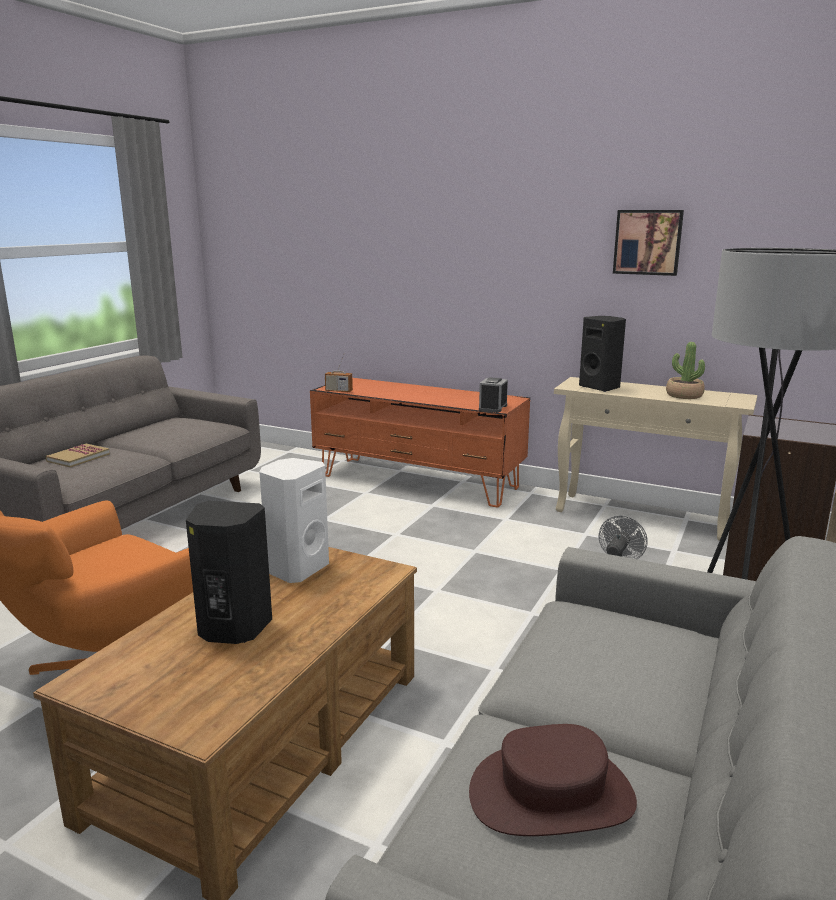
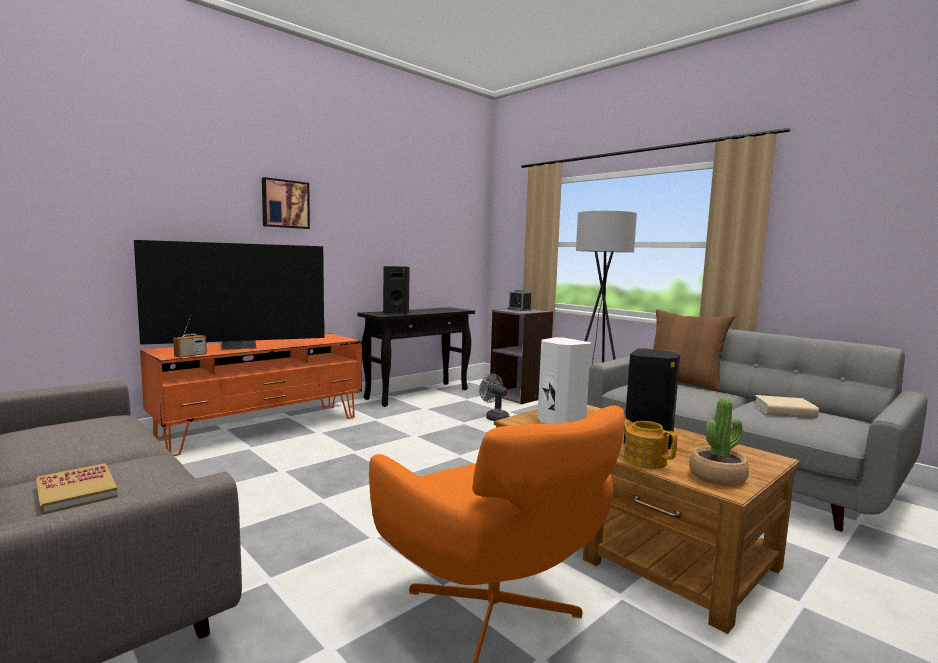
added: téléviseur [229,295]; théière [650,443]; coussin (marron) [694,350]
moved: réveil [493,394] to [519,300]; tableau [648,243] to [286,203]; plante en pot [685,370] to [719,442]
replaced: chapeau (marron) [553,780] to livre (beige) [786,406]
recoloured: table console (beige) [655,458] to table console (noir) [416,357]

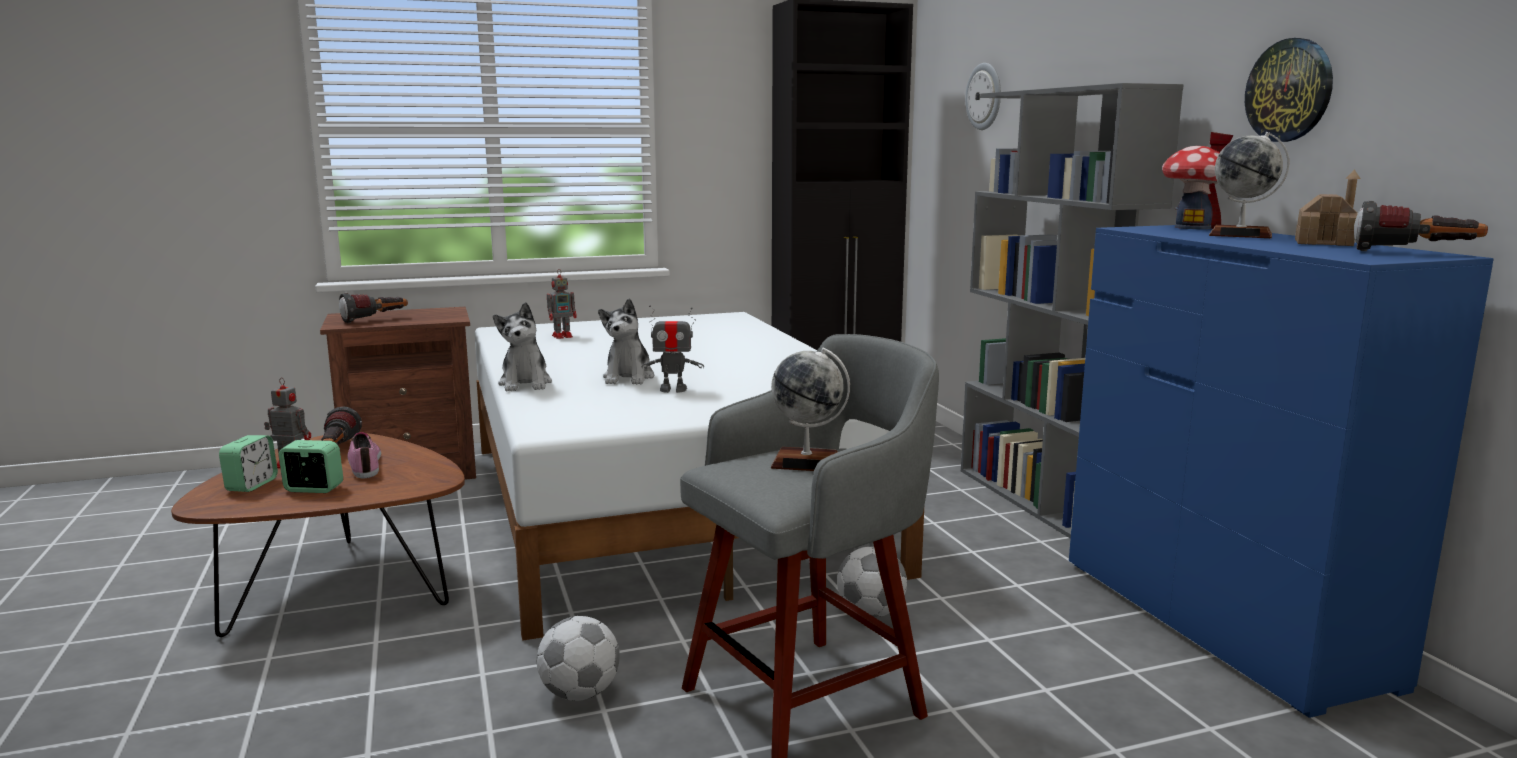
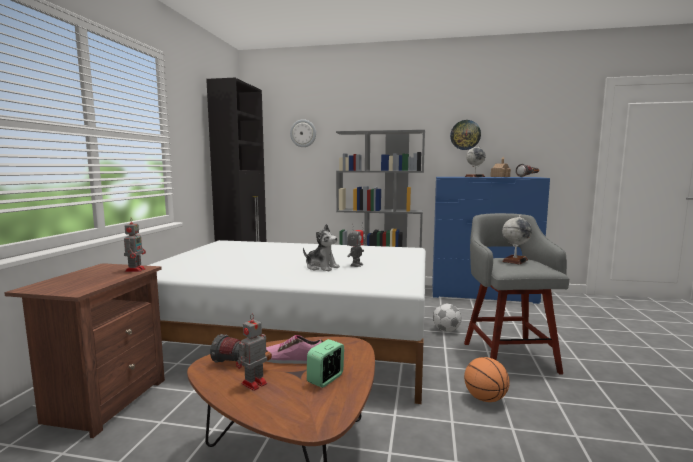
removed: réveil [248,463]; lampe de poche [373,308]; peluche [522,346]; maison miniature [1198,180]
moved: robot jouet [562,304] to [135,245]
replaced: ballon de foot [578,658] to ballon de basket [487,379]

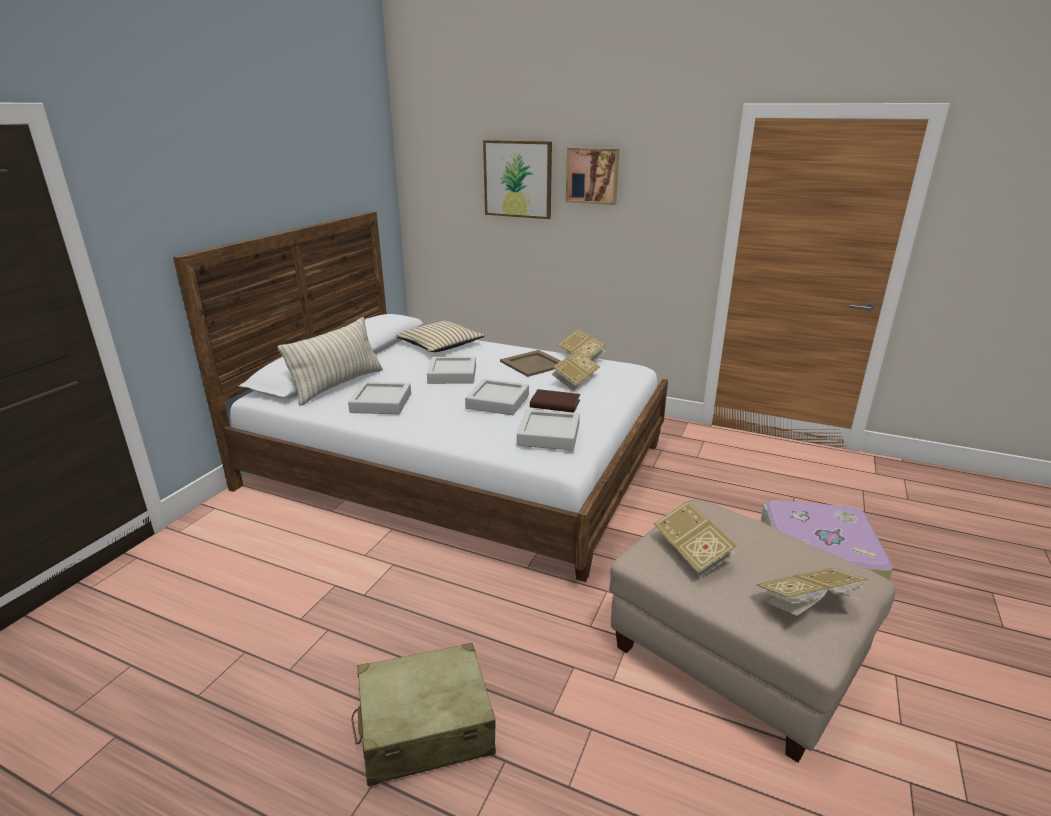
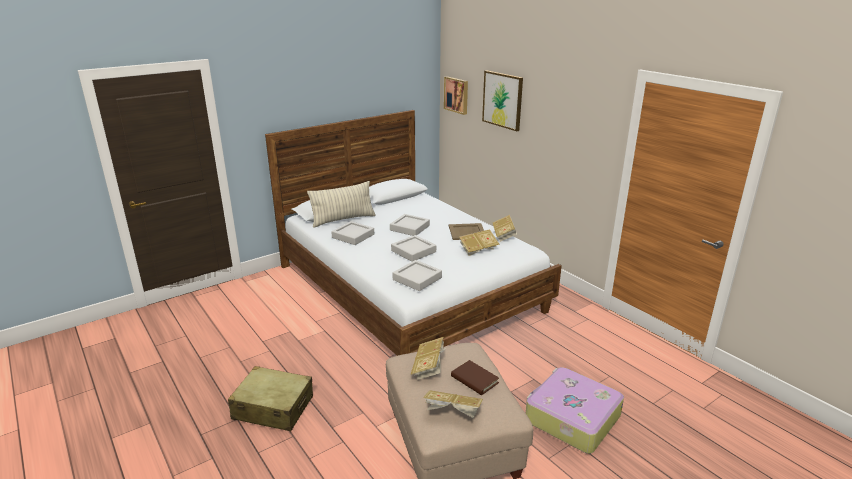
removed: coussin (beige) [441,336]
moved: livre (marron) [555,401] to [475,377]; tableau [592,176] to [456,95]

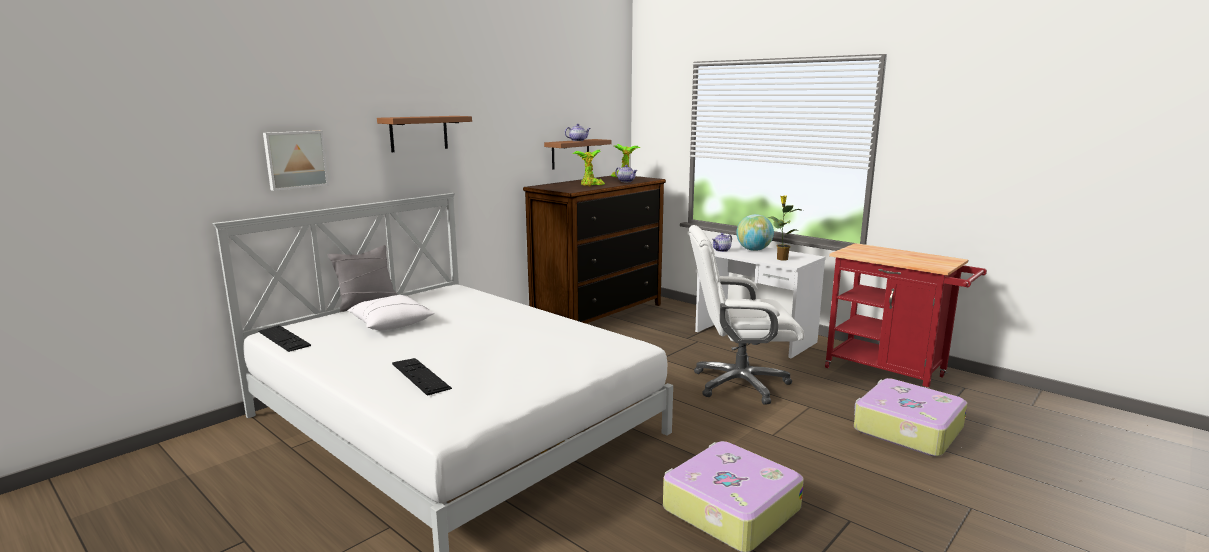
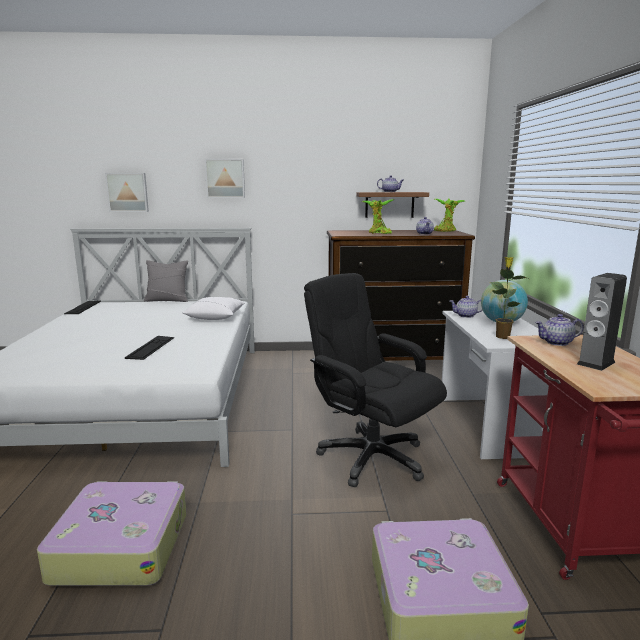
added: théière [559,330]; enceinte [602,322]
moved: coussin (blanc) [391,312] to [213,308]; clavier [422,377] to [149,348]
replaced: étagère (marron) [424,134] to tableau [225,178]
recoloured: chaise de bureau (blanc) [746,315] to chaise de bureau (noir) [375,380]

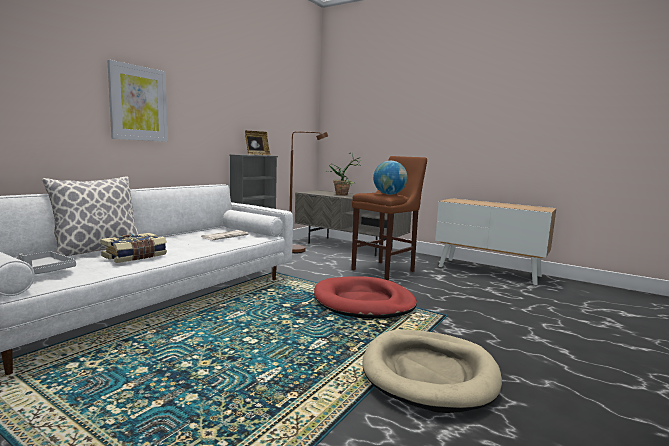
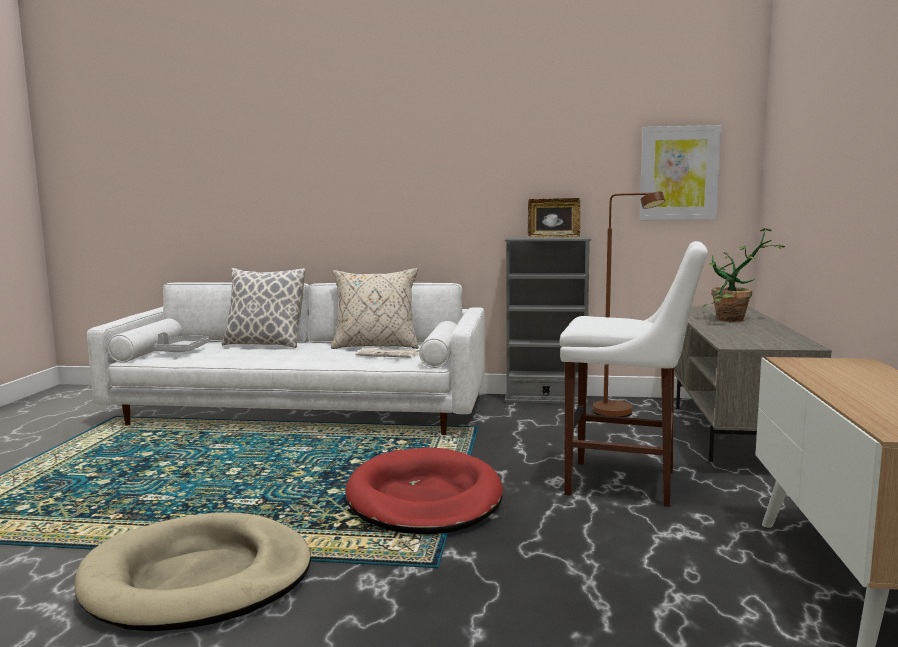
removed: livre [133,248]; globe [390,178]
added: coussin (beige) [375,308]
moved: tableau [137,101] to [680,172]
recoloured: tabouret (marron) [389,218] to tabouret (blanc) [634,374]

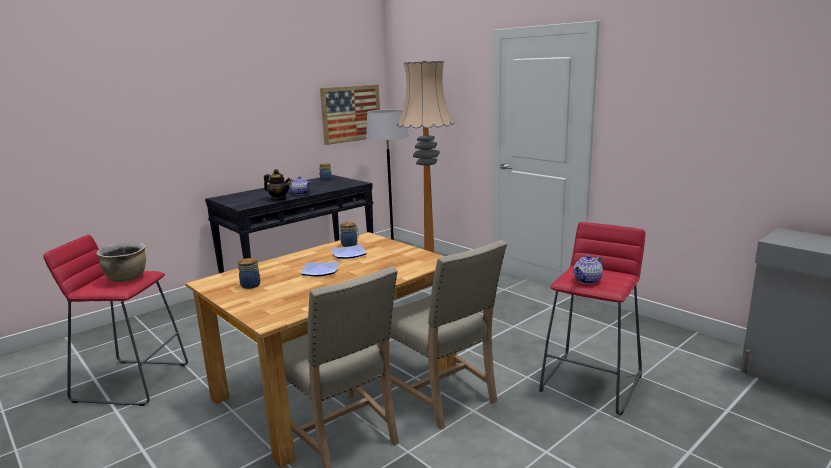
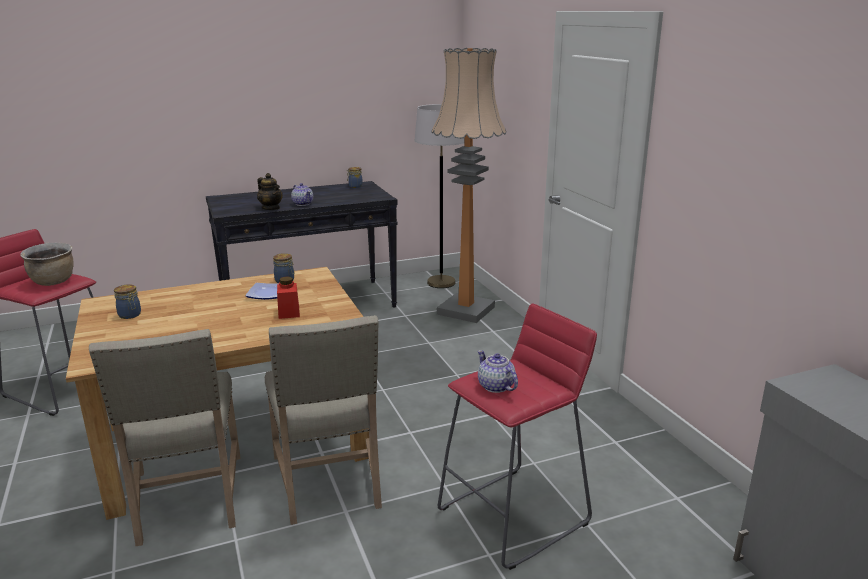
removed: assiette [319,268]; tableau [350,114]
added: bocal (rouge) [288,298]
turned: théière [588,269] = [498,371] 75 degrees clockwise

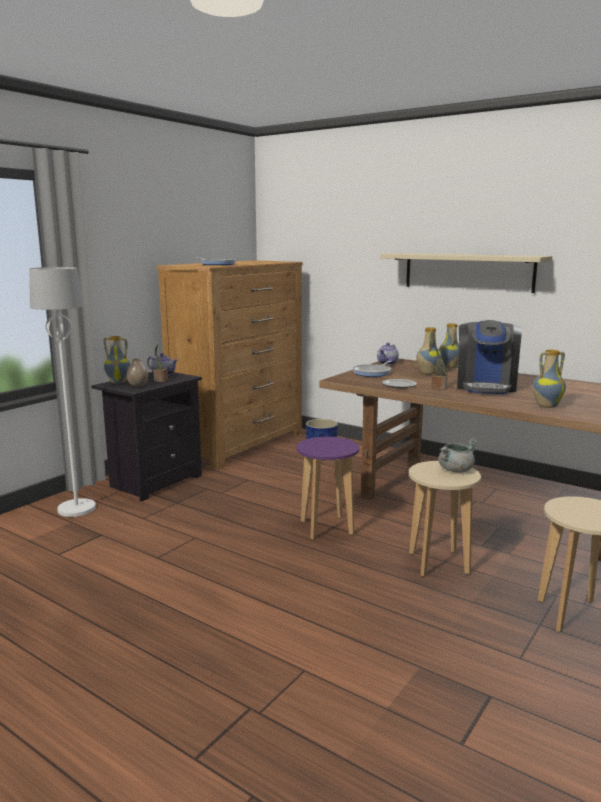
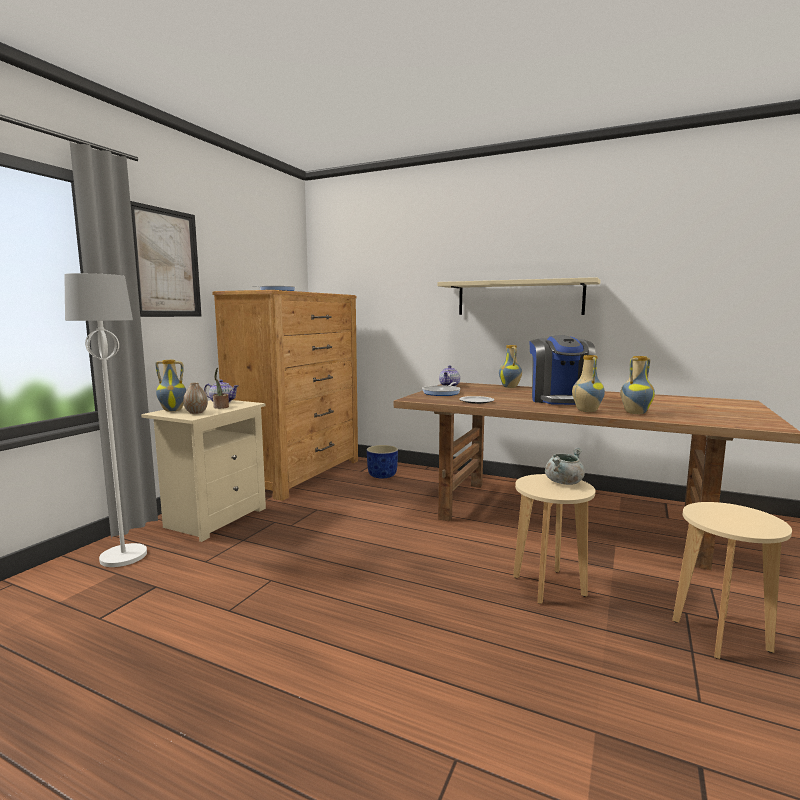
removed: tabouret (violet) [328,488]; plante en pot [440,367]
added: tableau [165,259]
moved: vase [429,351] to [588,383]
recoloured: table de chevet (noir) [146,437] to table de chevet (beige) [203,471]

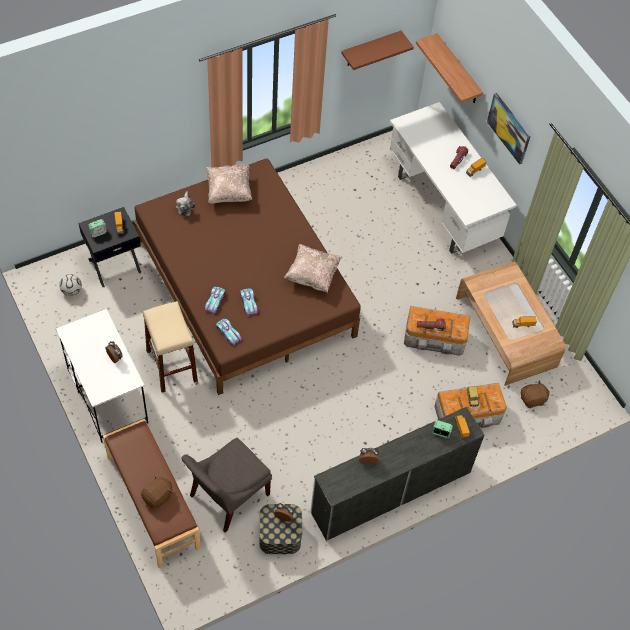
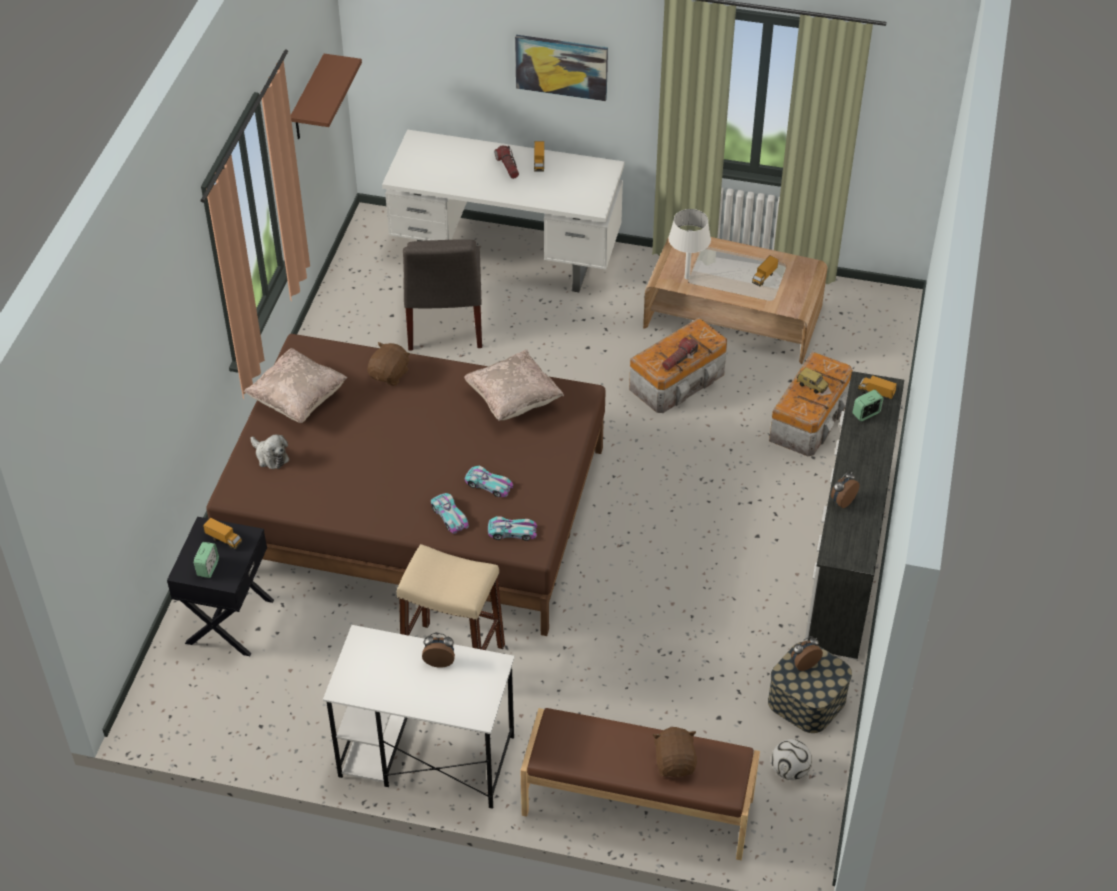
removed: étagère [449,68]
added: lampe de table (blanc) [690,244]
moved: ballon de foot [70,285] to [791,759]; chaise (gris) [226,485] to [442,295]; peluche (marron) [535,394] to [389,364]

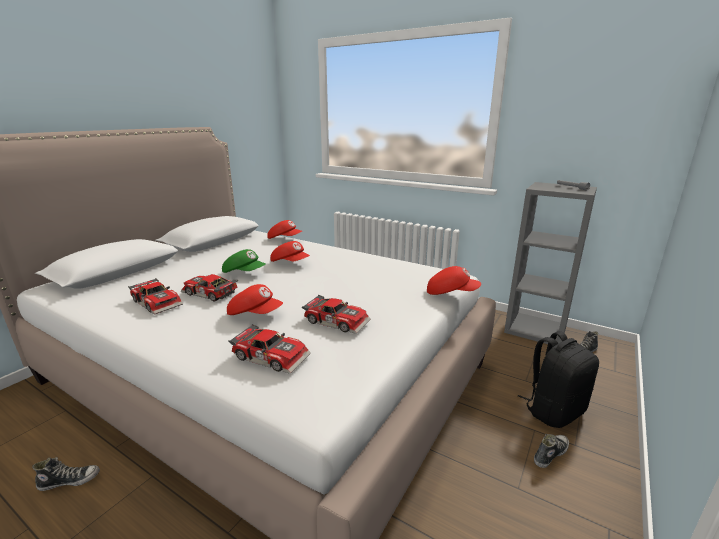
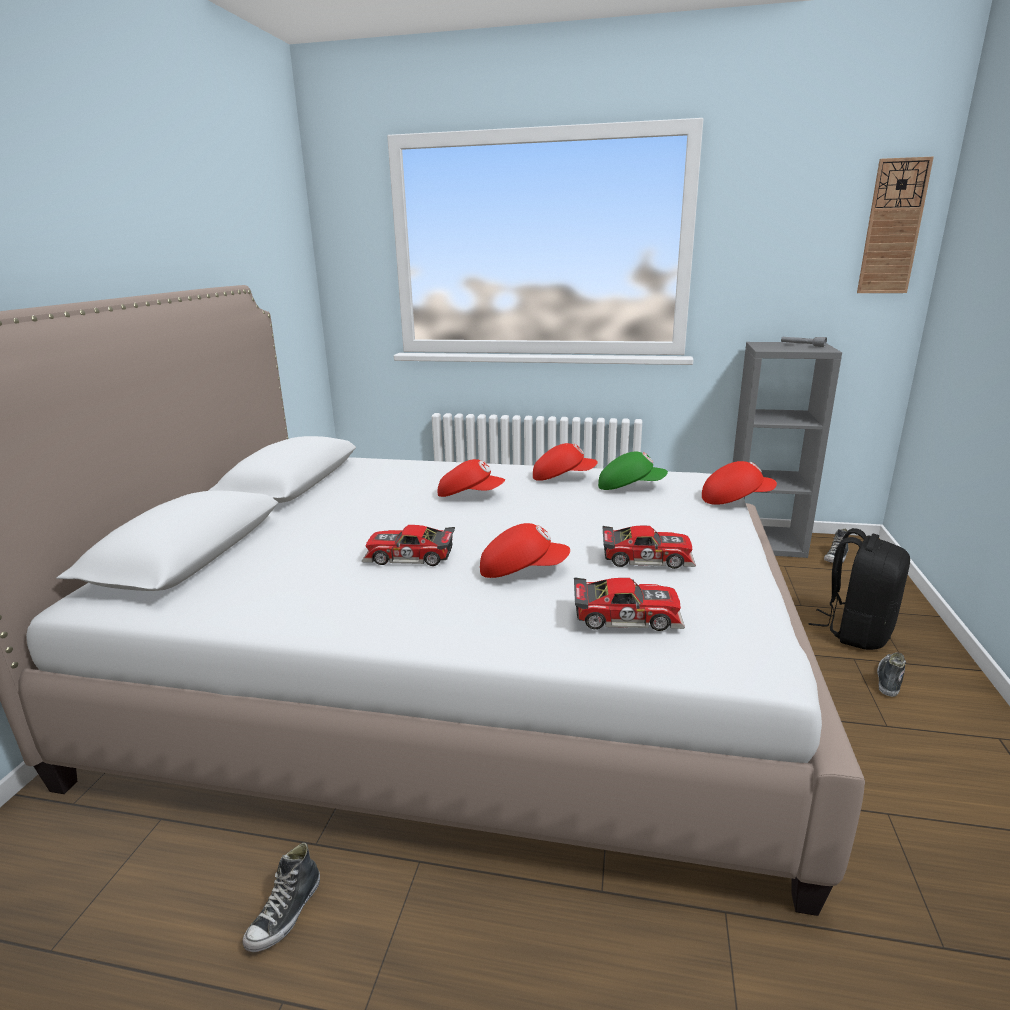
removed: petite voiture [155,296]
added: horloge murale [895,224]
moved: casquette (vert) [243,261] to [633,471]; casquette (rouge) [284,229] to [565,462]
turned: chaussure [66,474] = [281,897] 150 degrees clockwise

